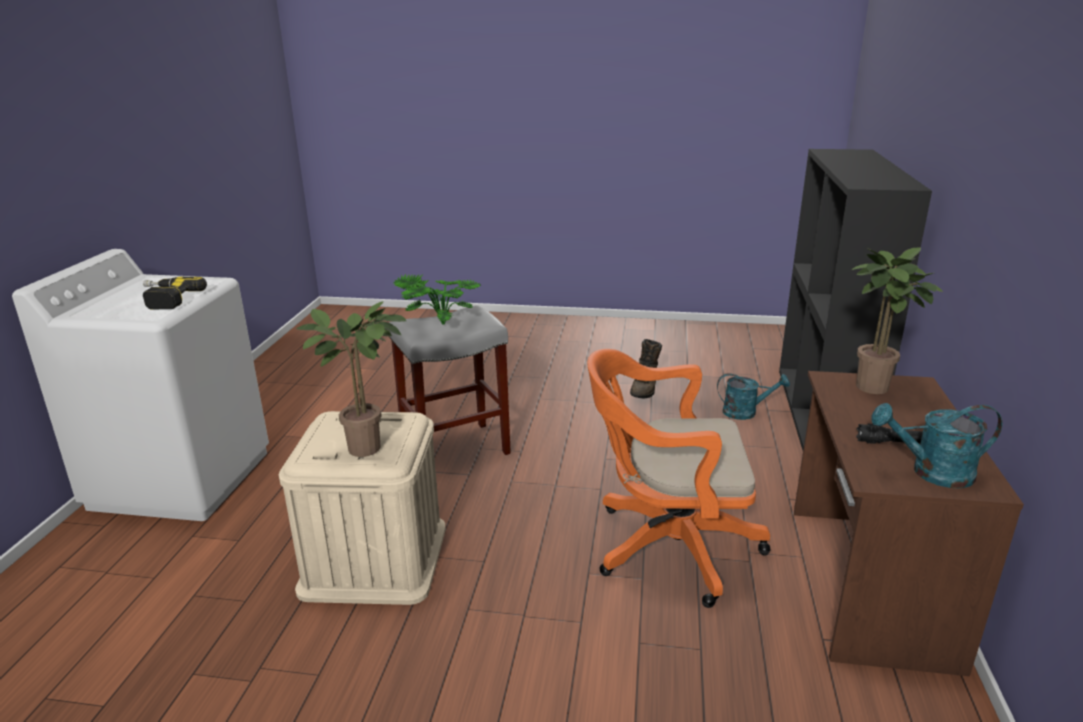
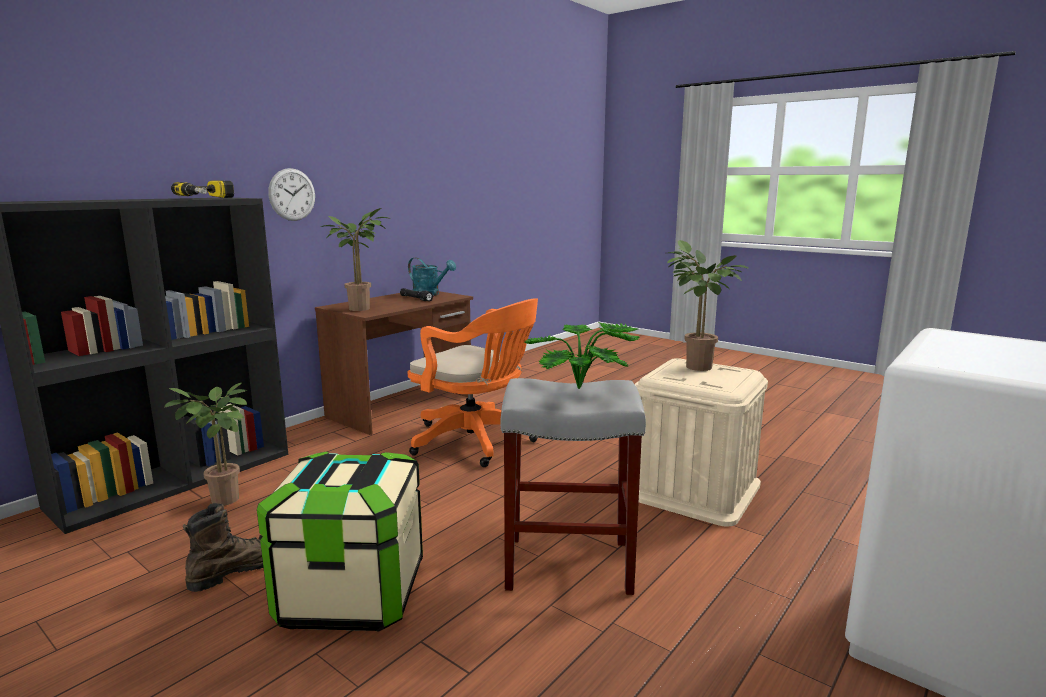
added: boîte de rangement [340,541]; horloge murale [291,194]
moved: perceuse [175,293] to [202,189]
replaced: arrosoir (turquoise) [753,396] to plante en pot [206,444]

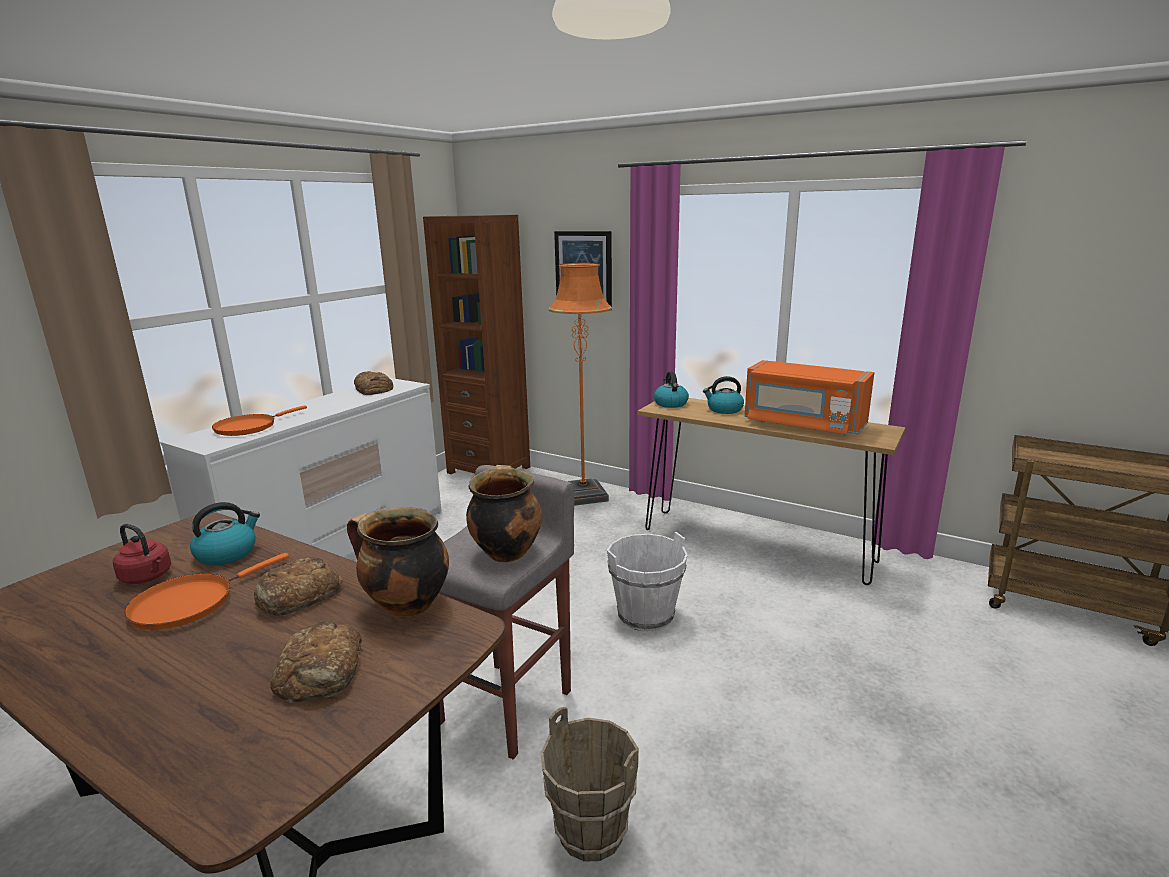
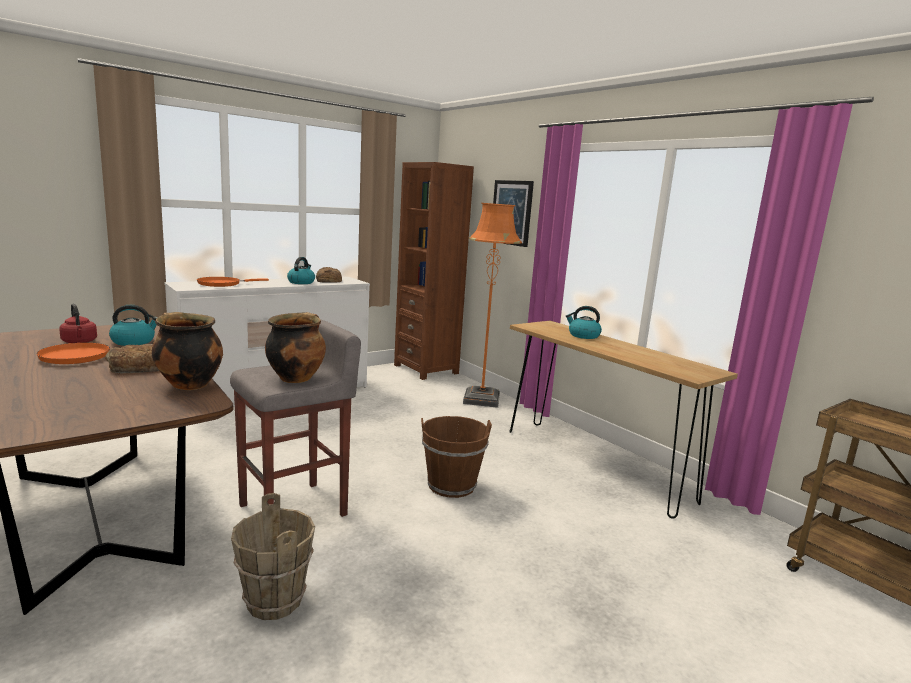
removed: pain [316,662]; micro-ondes (orange) [809,398]
moved: bouilloire [671,389] to [301,270]
recoloured: seau (blanc) [647,582] to seau (marron) [456,457]

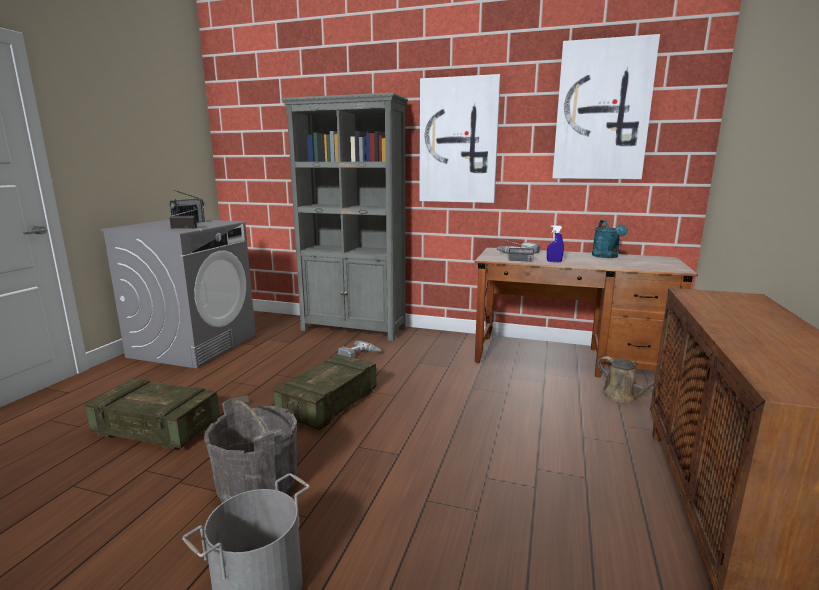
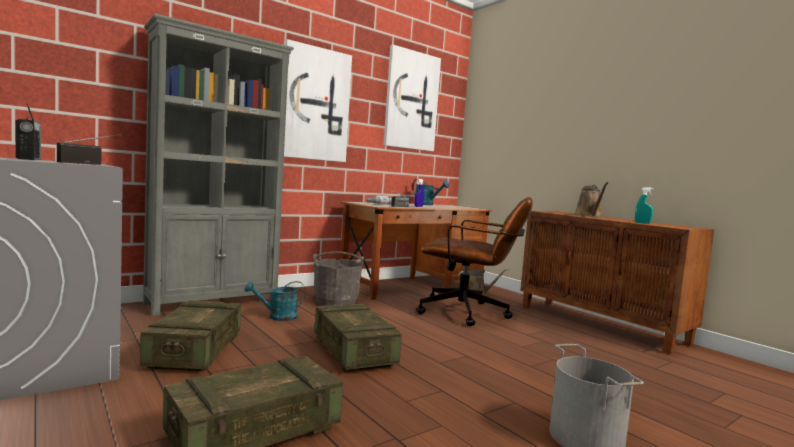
added: caisse [190,335]; chaise de bureau (marron) [475,261]; arrosoir (marron) [591,199]; vaporisateur (turquoise) [644,205]
moved: seau (gris) [250,449] to [338,278]
replaced: perceuse [359,349] to arrosoir (turquoise) [275,301]

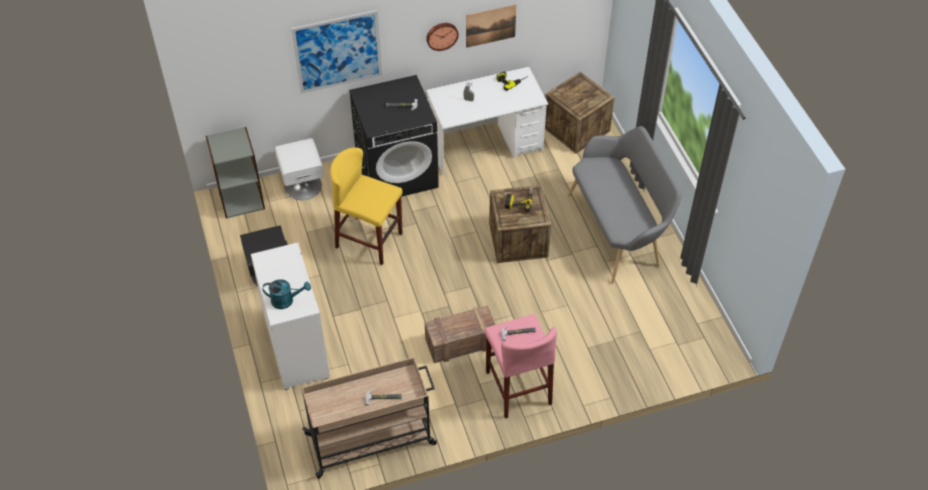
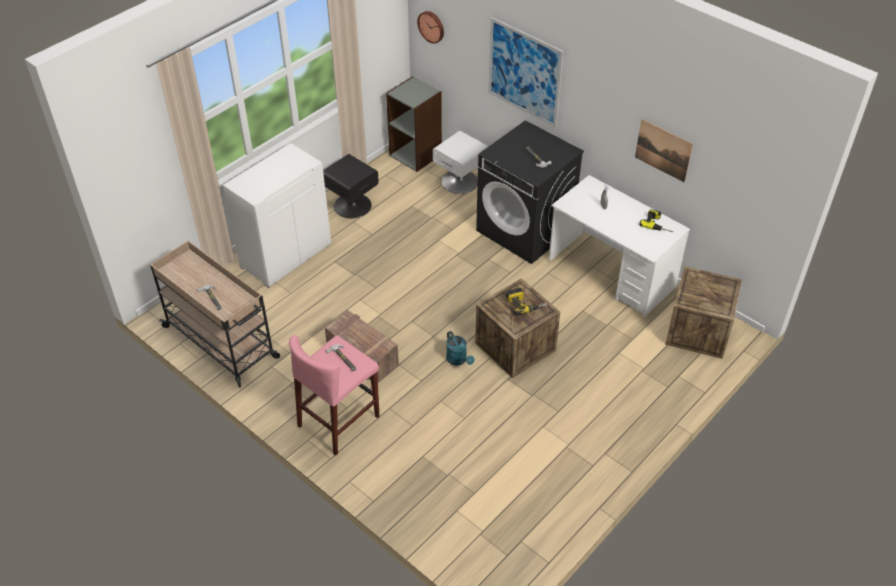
removed: tabouret (jaune) [366,206]; banc (gris) [625,205]
moved: arrosoir (turquoise) [286,294] to [460,348]; horloge murale [442,37] to [430,27]

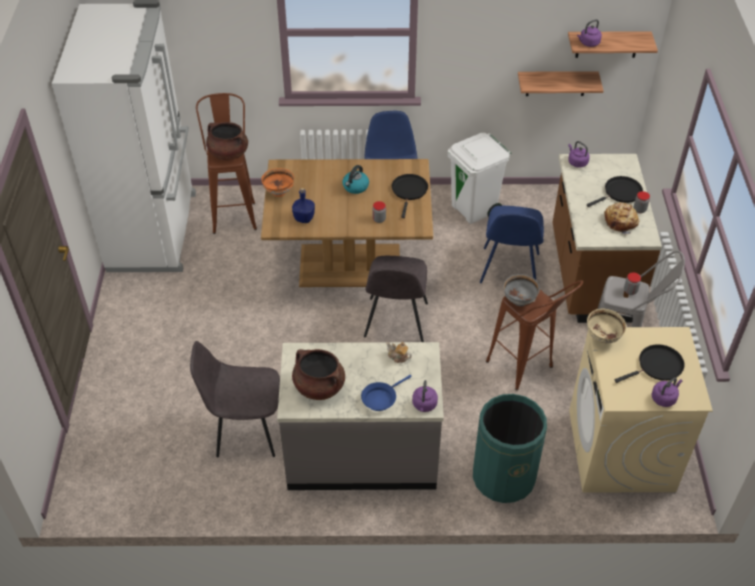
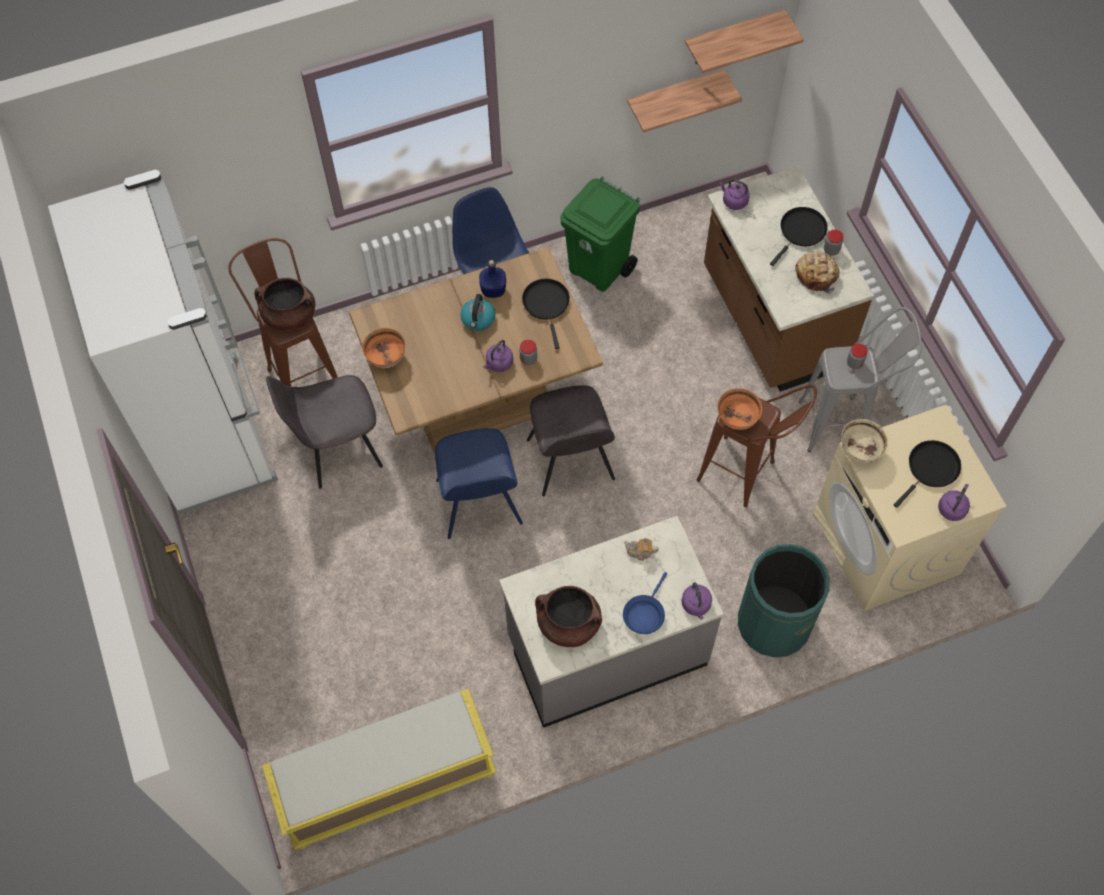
added: banc (jaune) [379,769]
moved: chaise (gris) [235,399] to [324,432]; bouteille (bleu) [303,205] to [492,279]; chaise (bleu) [512,244] to [479,483]; bouilloire (violet) [589,33] to [498,356]
recoloured: poubelle (blanc) [479,178] to poubelle (vert) [600,234]; bol (gris) [521,290] to bol (orange) [739,409]

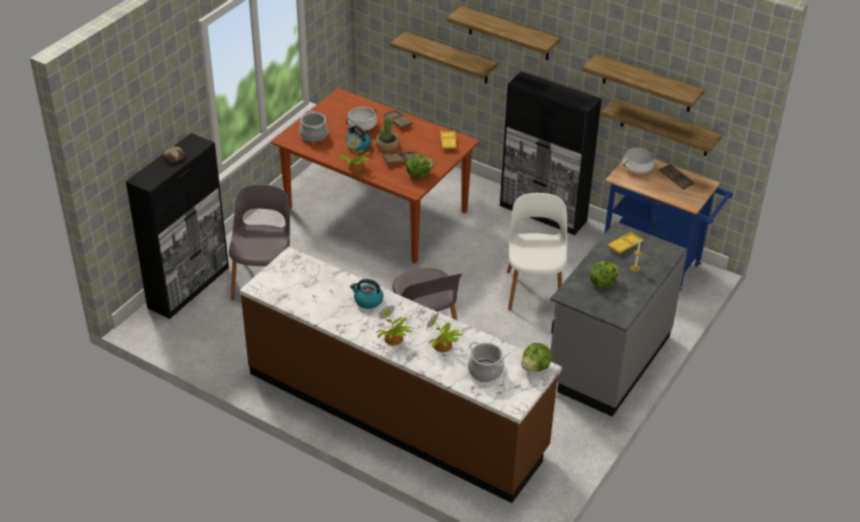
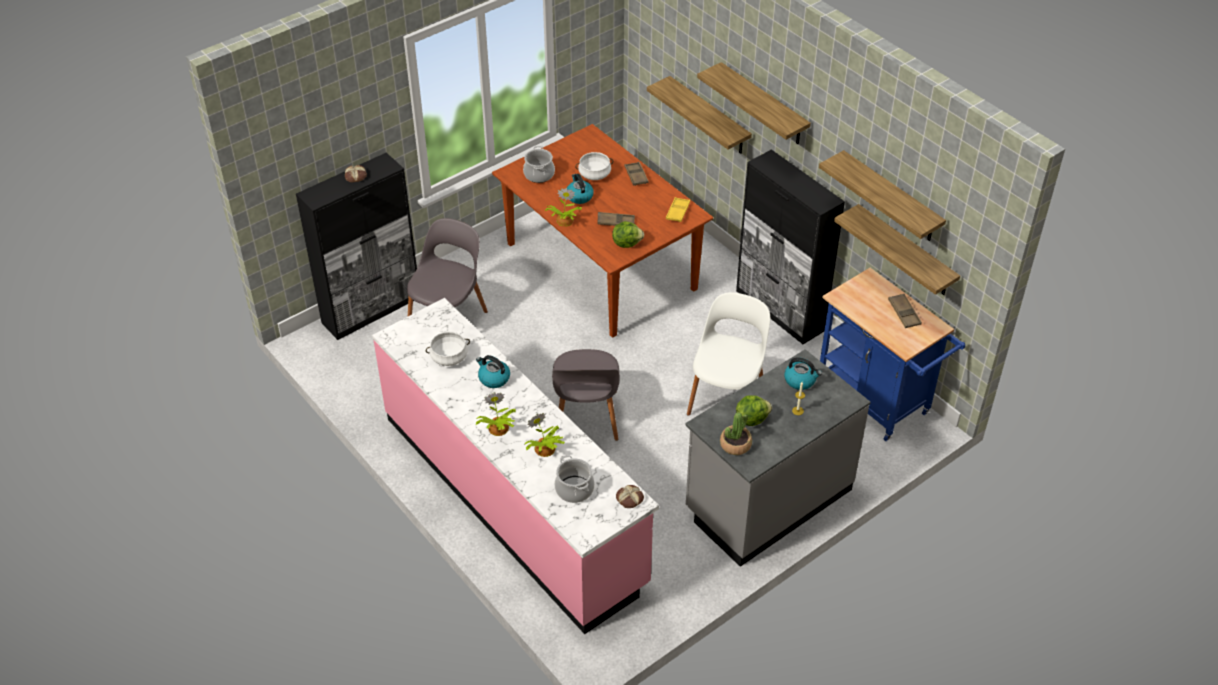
moved: plante en pot [387,134] to [736,433]; marmite (blanc) [638,161] to [448,348]
replaced: laitue [536,357] to pain [630,496]; plateau (jaune) [625,243] to bouilloire [803,373]
recoloured: comptoir de cuisine (marron) [401,375] to comptoir de cuisine (rose) [515,466]

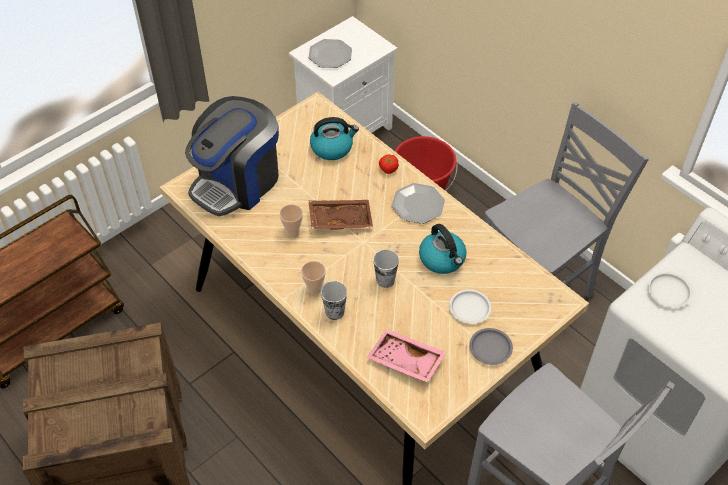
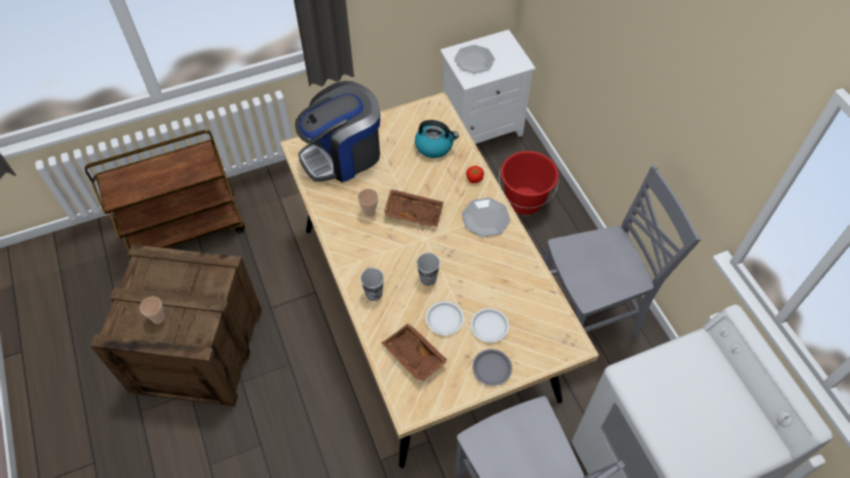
removed: bouilloire [443,249]
moved: tasse [313,278] to [152,310]; assiette (blanc) [670,290] to [445,318]
recoloured: plateau (rose) [406,356] to plateau (marron) [414,353]

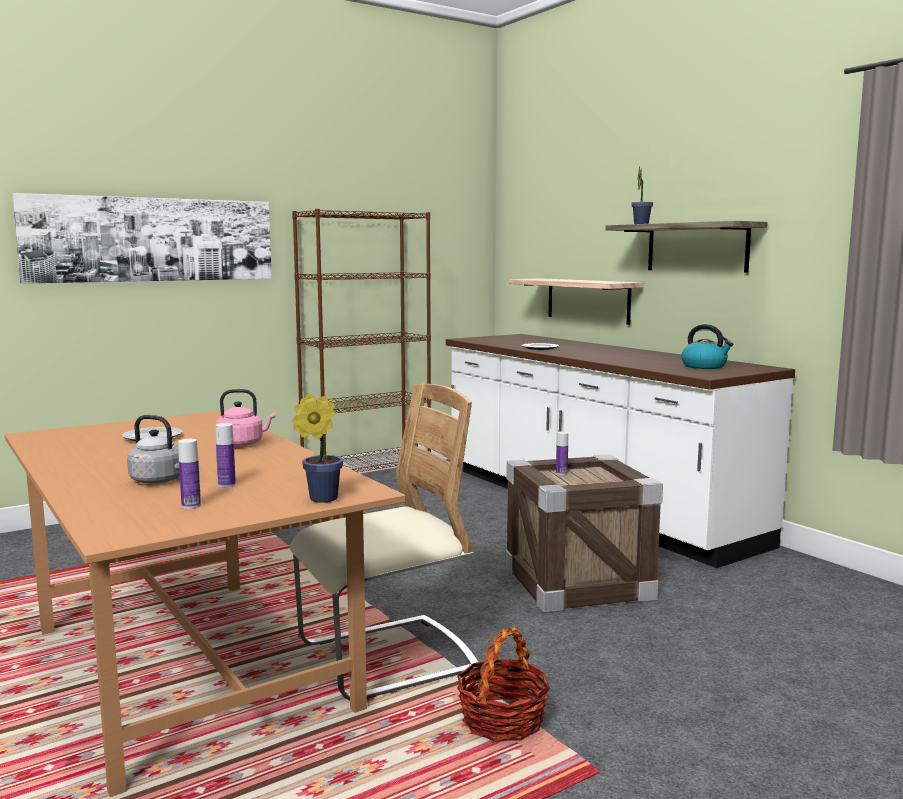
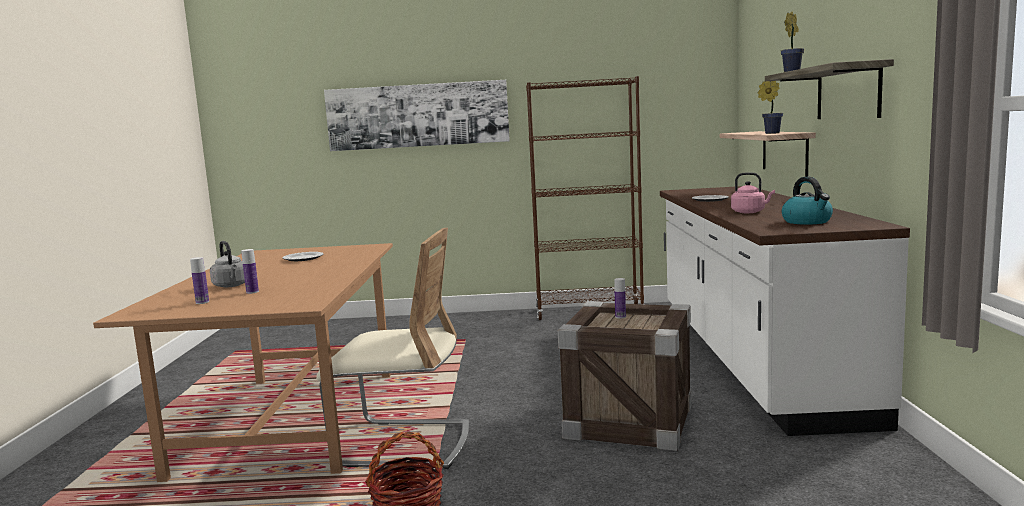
moved: bouilloire (rose) [245,418] to [753,192]; plante en pot [317,448] to [770,107]

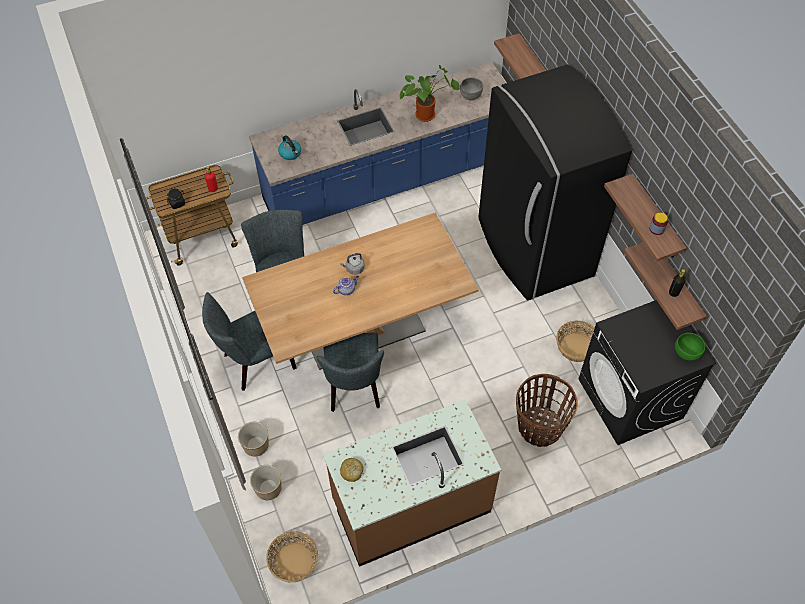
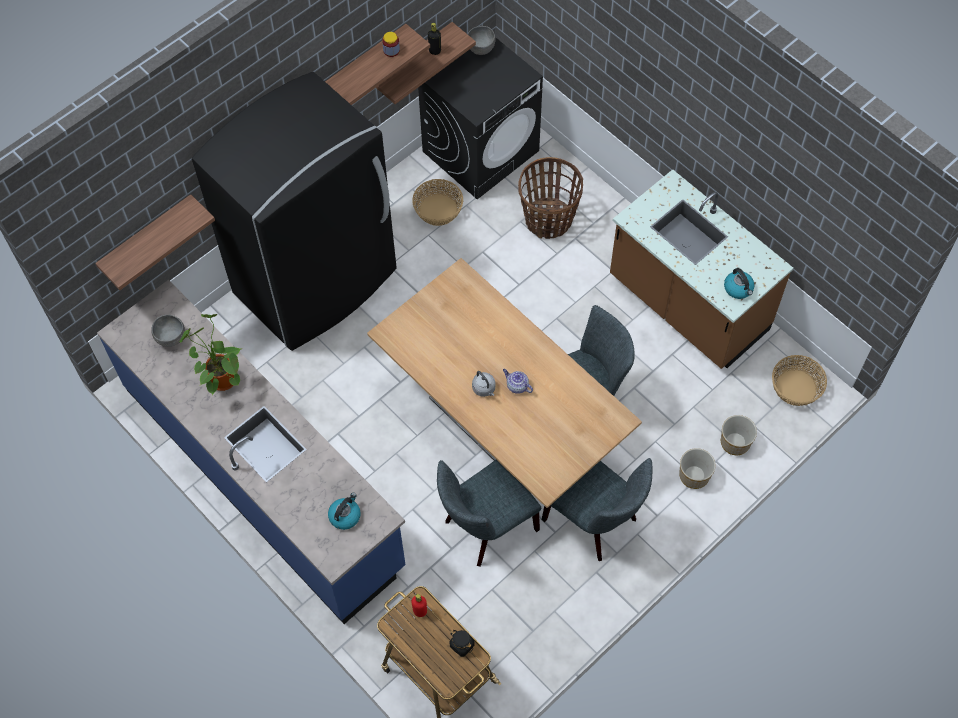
replaced: pain [352,470] to bouilloire [739,283]
recoloured: bol (vert) [690,347] to bol (gris) [482,40]

